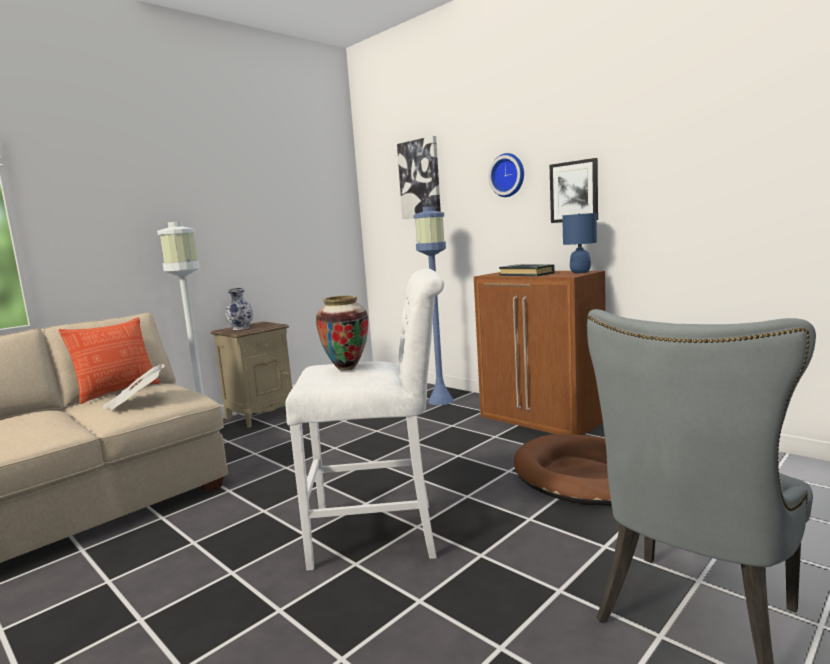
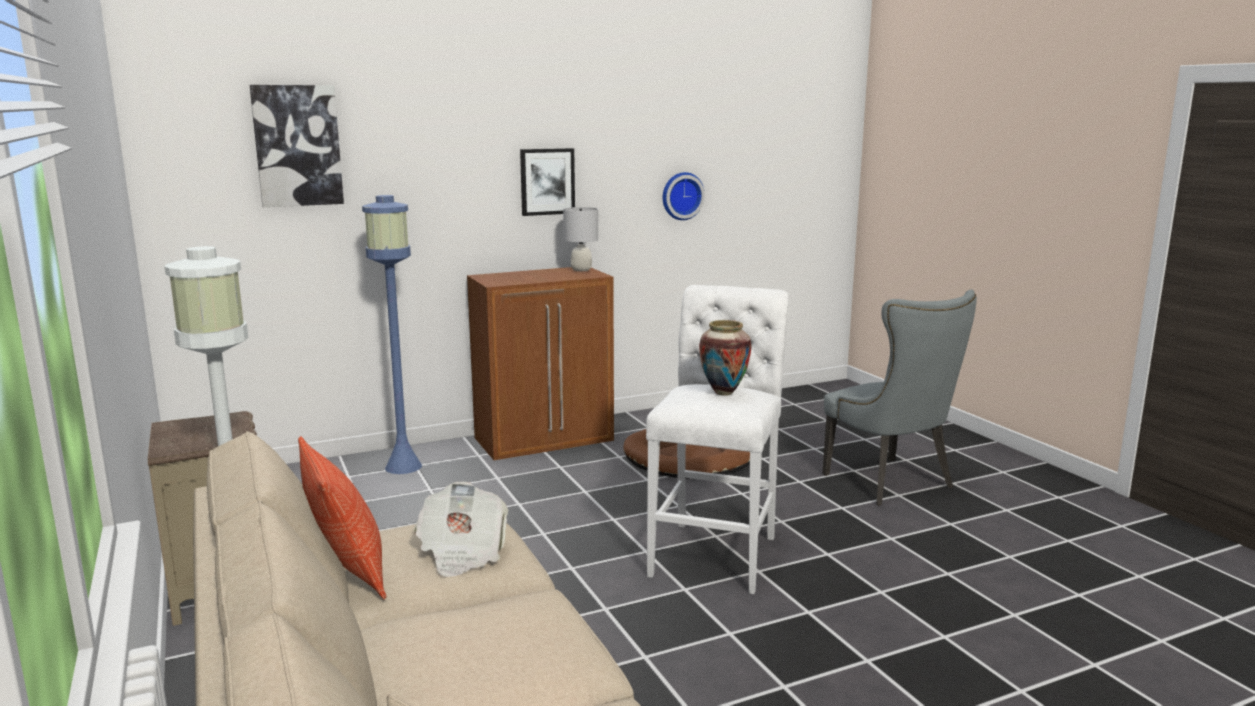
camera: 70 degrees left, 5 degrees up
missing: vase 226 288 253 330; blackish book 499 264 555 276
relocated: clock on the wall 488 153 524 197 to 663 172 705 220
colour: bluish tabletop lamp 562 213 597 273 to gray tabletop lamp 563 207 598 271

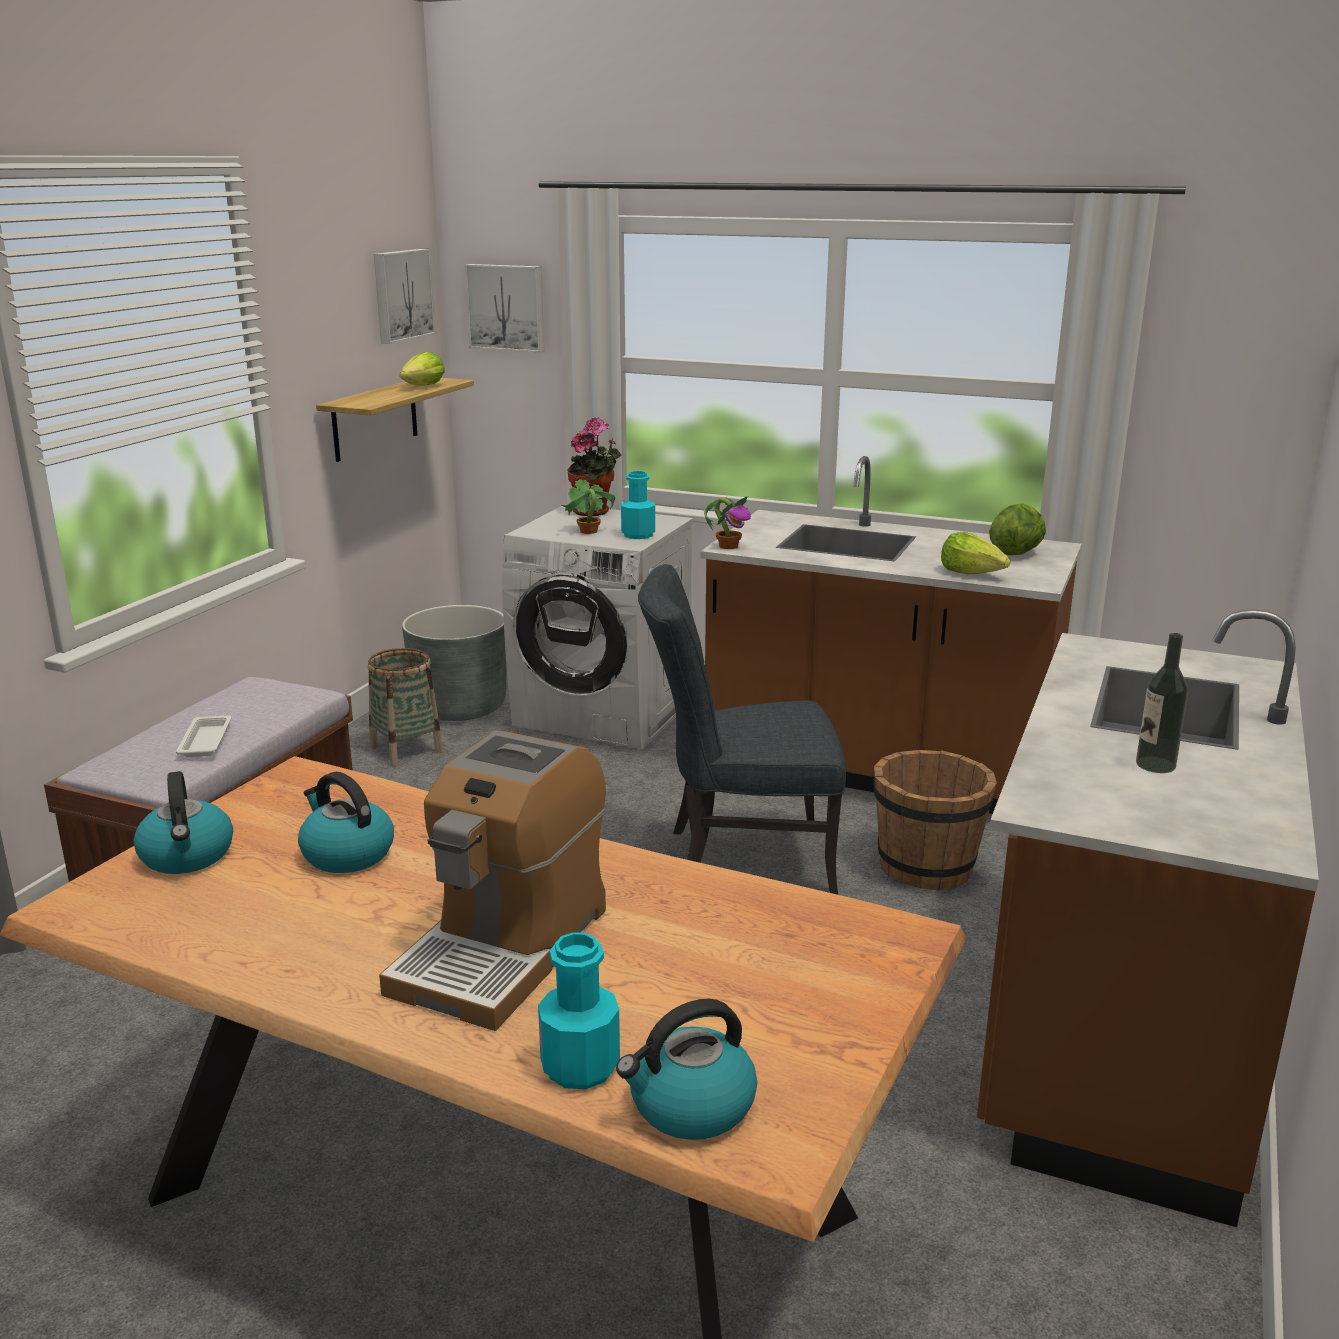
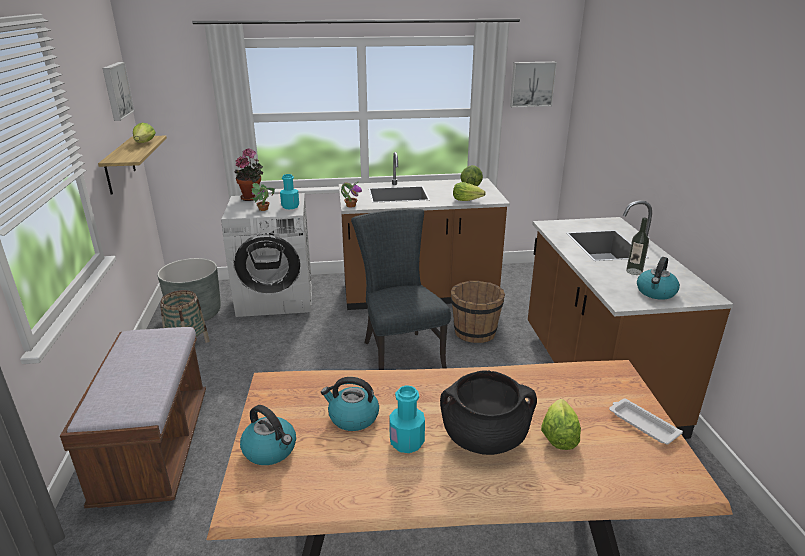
camera: 30 degrees left, 5 degrees up
appeared: head of lettuce 541 399 581 450
relocated: whitish serving tray 176 716 232 757 to 609 399 683 444; picture 464 264 545 353 to 510 62 557 107; blue-green drink bottle 538 932 620 1089 to 389 385 425 453; tea kettle 616 999 757 1140 to 637 257 680 300
exchanged: coffee brewer 379 731 606 1031 to blackish stockpot 440 370 537 455
spun: gray plain chair 638 564 846 895 = 351 209 451 370 105 degrees clockwise

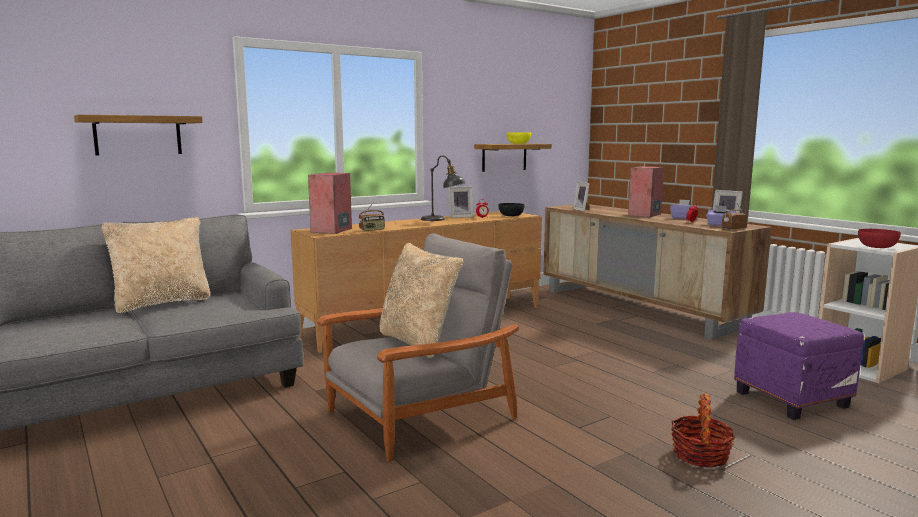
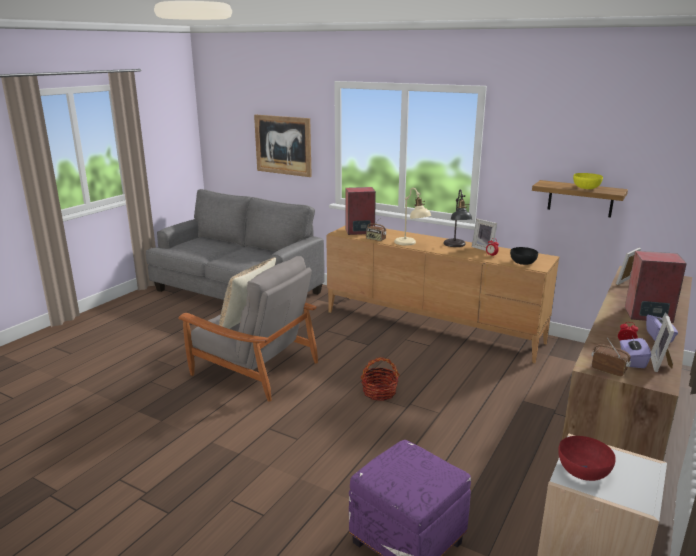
camera: 65 degrees right, 10 degrees up
missing: beige cushion 102 217 210 313
appeared: beige tabletop lamp 394 188 431 246
relocated: storage basket 671 393 735 468 to 360 357 400 401
exchanged: wall shelf 74 115 203 156 to picture 254 115 312 177

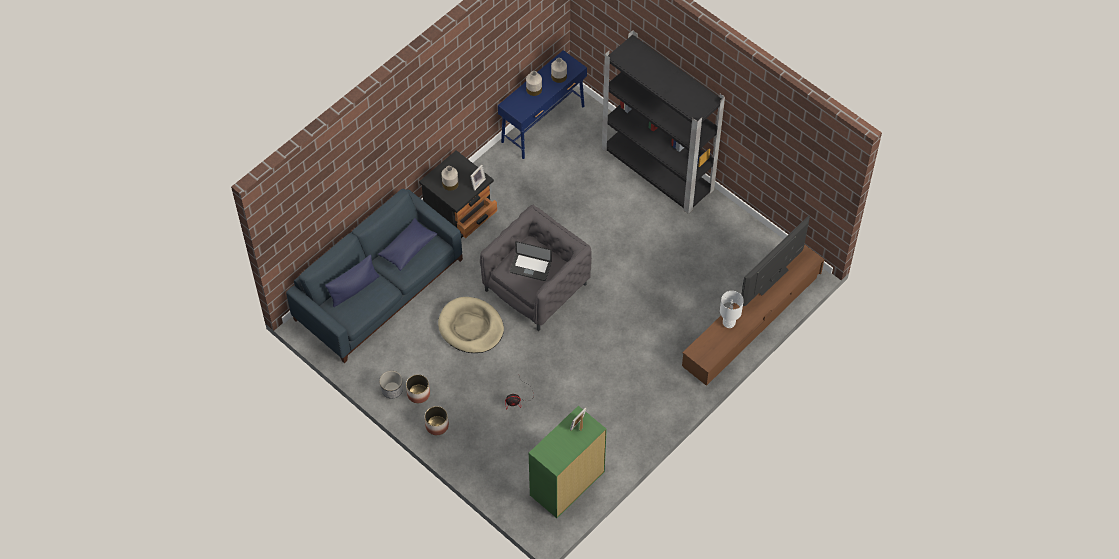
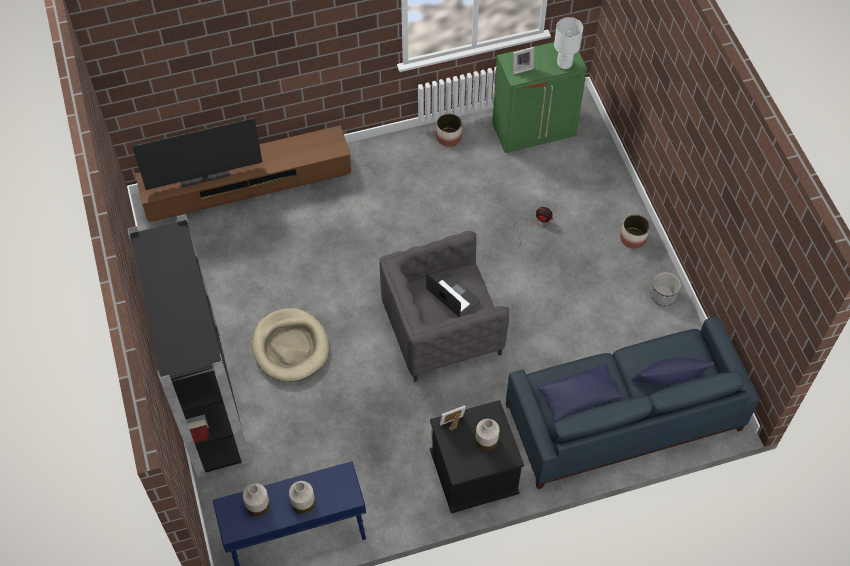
camera: 150 degrees left, 0 degrees up
relocated: planter 406 374 430 403 to 436 114 462 146; beige pet bed 438 297 504 353 to 252 308 329 382; whitish tabletop lamp 720 291 744 328 to 554 17 583 69

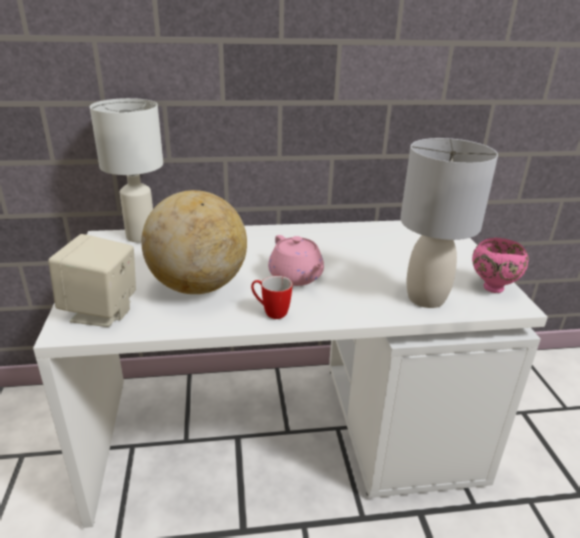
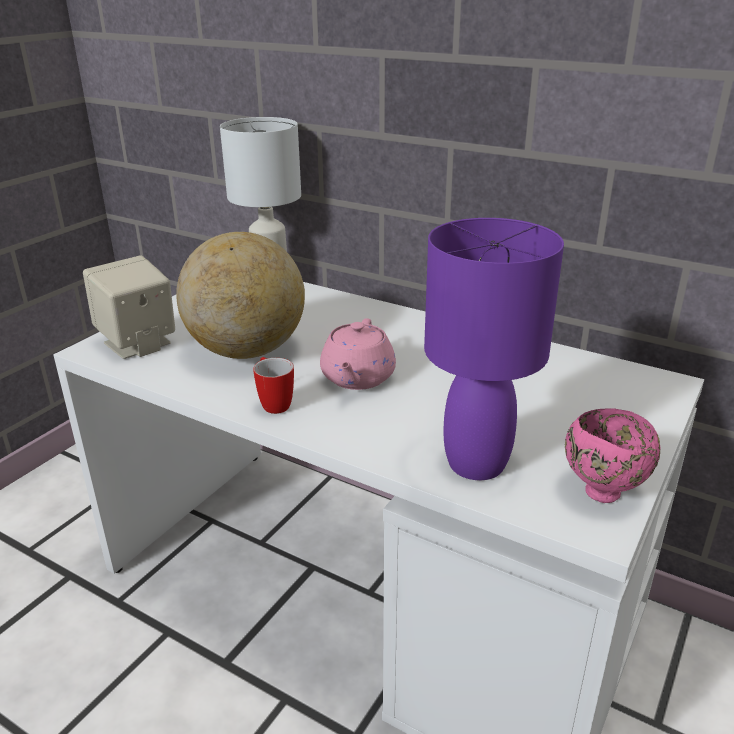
camera: 40 degrees right, 0 degrees up
colour: gray tabletop lamp 400 138 498 308 to purple tabletop lamp 424 218 564 480

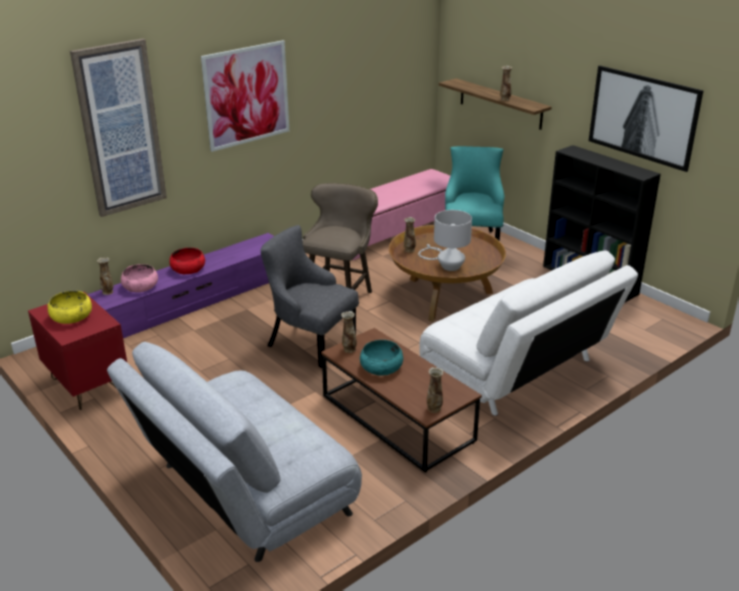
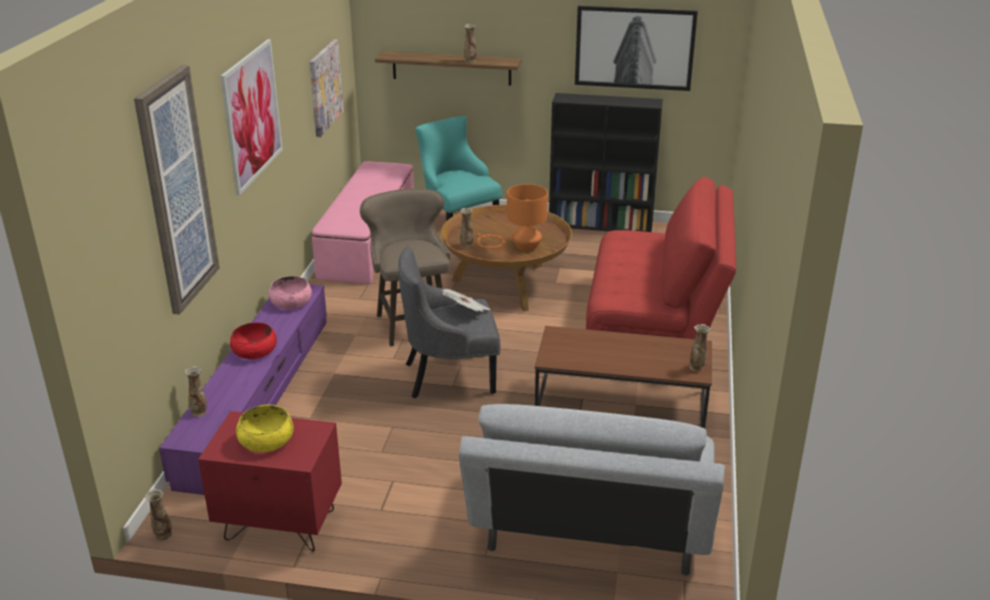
camera: 40 degrees left, 0 degrees up
missing: blue-green deep dish 360 340 403 376
appeared: picture 310 39 344 137; newspaper 442 289 491 312
relocated: pink deep dish 121 264 158 292 to 268 276 312 310; vase 341 311 357 353 to 145 489 172 541
colour: whitish tabletop lamp 418 210 472 271 to orangey tabletop lamp 477 184 548 251; whitish settee 419 250 638 416 to red settee 586 177 736 339

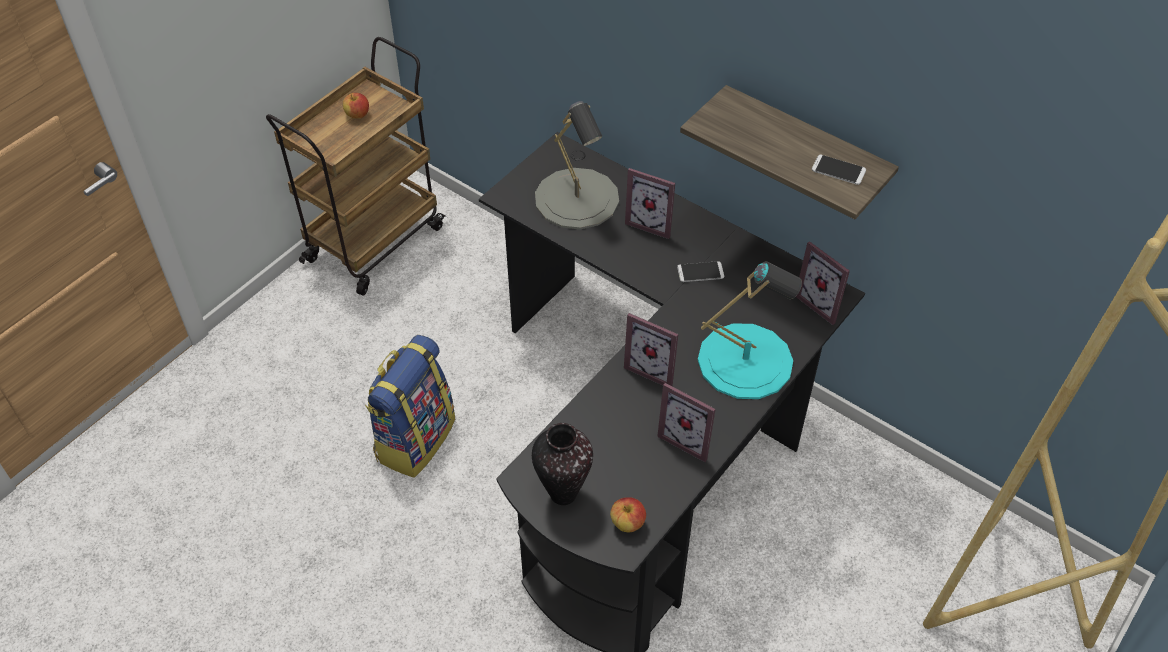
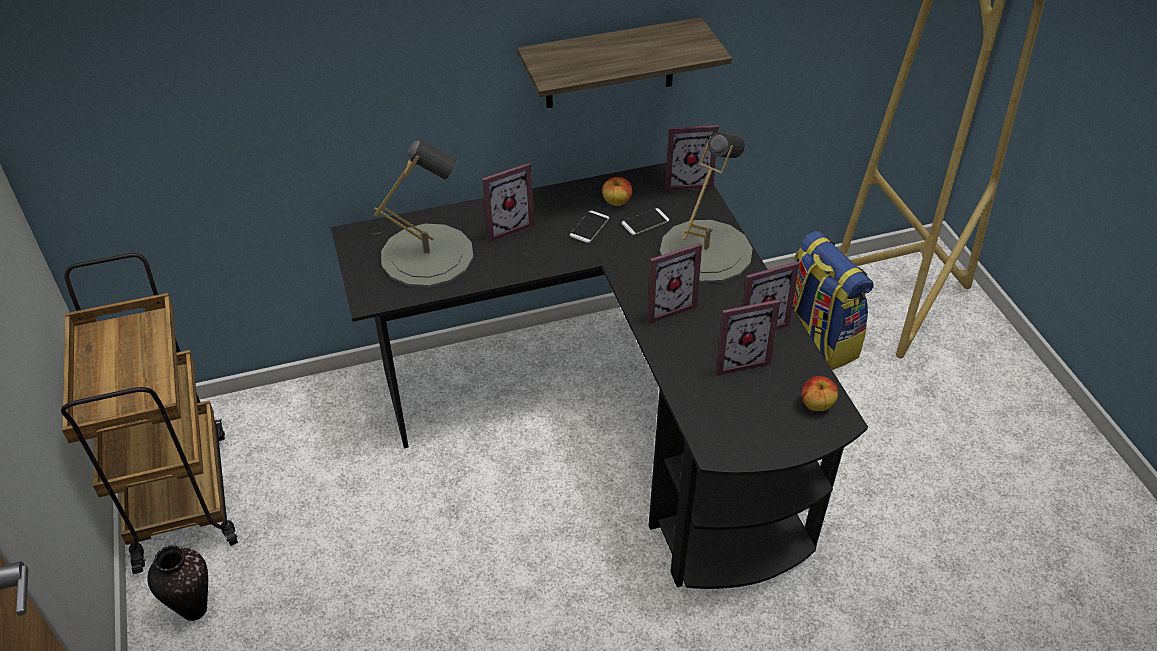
camera: 55 degrees left, 5 degrees down
appeared: standing frame 716 299 781 376
relocated: apple fruit 343 93 369 119 to 602 177 632 206; knapsack 365 335 455 478 to 792 231 874 370; vase 532 423 593 505 to 147 545 208 621; telephone 812 155 866 185 to 622 208 669 235
colour: blue-green tabletop lamp 698 261 802 399 to gray tabletop lamp 660 133 752 283

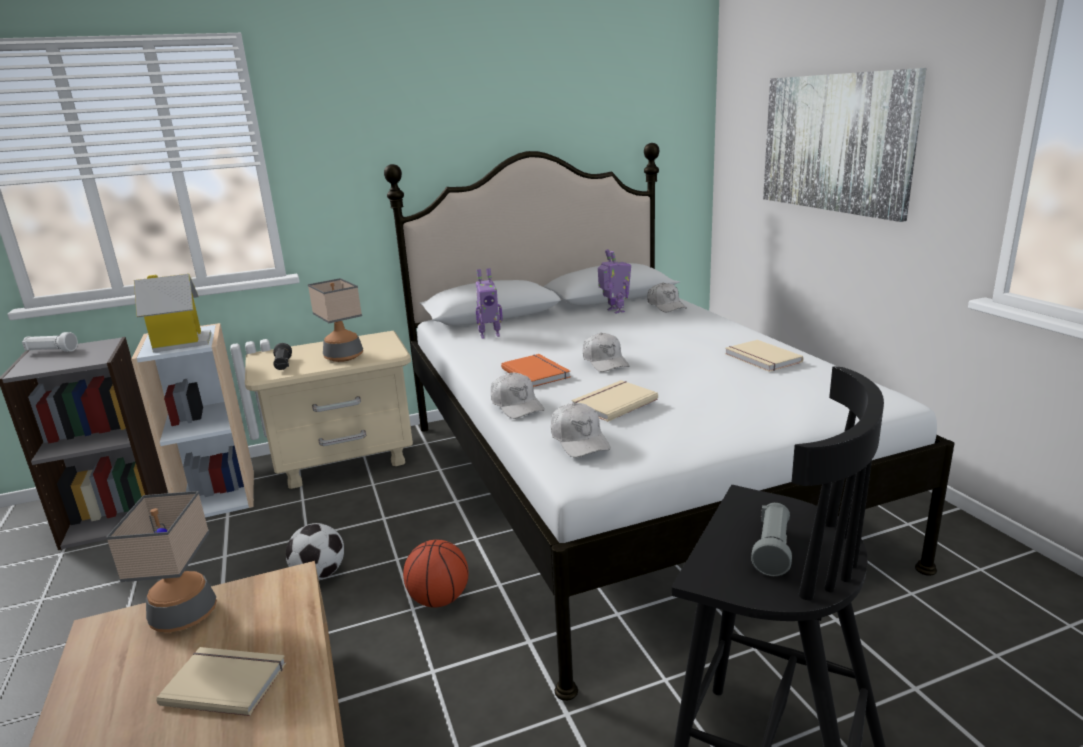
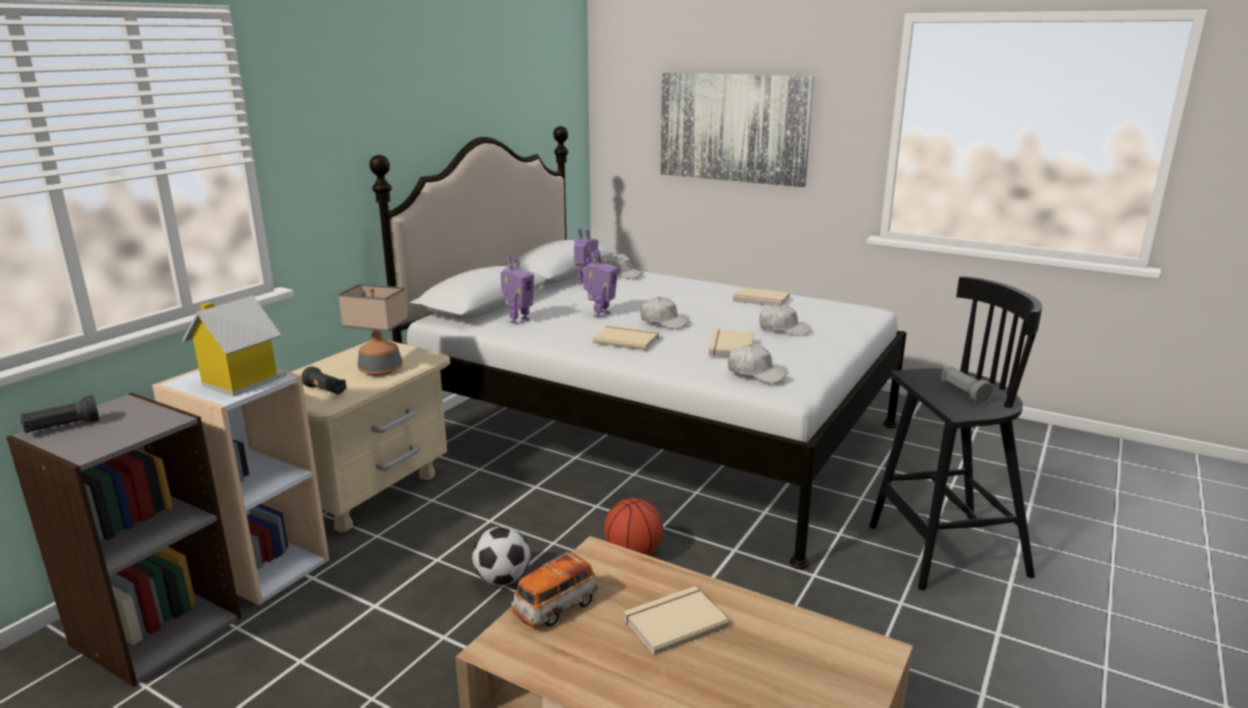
camera: 40 degrees left, 0 degrees up
appeared: toy robot 583 250 618 318
relocated: whitish cap 491 373 545 419 to 759 304 811 336
exchanged: tabletop lamp 106 491 217 632 to toy car 512 552 598 627
colour: whitish hand torch 22 332 78 352 to blackish hand torch 20 395 100 433; orangey book 501 354 571 387 to beige book 592 325 660 350

